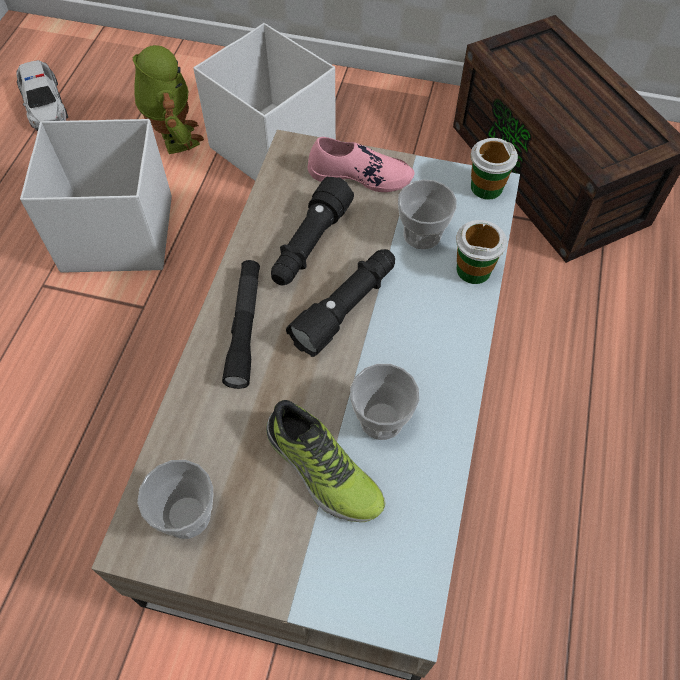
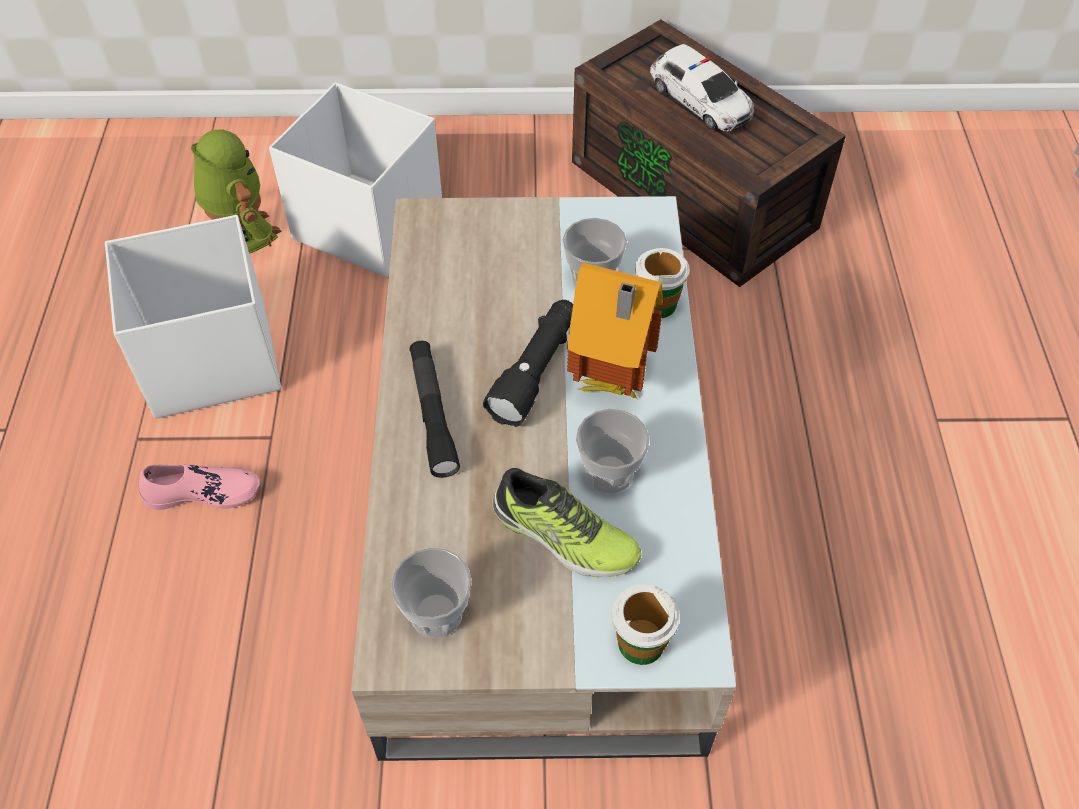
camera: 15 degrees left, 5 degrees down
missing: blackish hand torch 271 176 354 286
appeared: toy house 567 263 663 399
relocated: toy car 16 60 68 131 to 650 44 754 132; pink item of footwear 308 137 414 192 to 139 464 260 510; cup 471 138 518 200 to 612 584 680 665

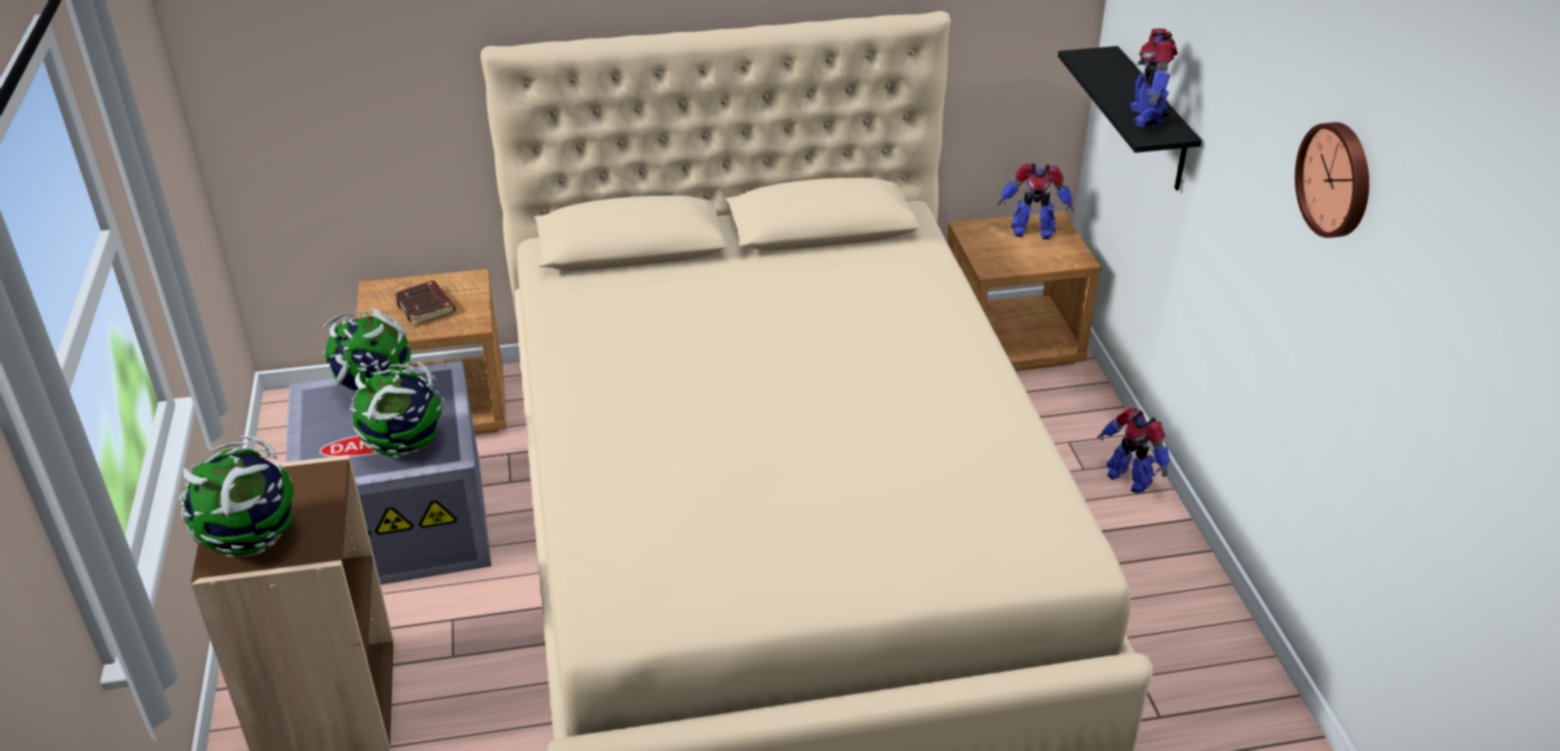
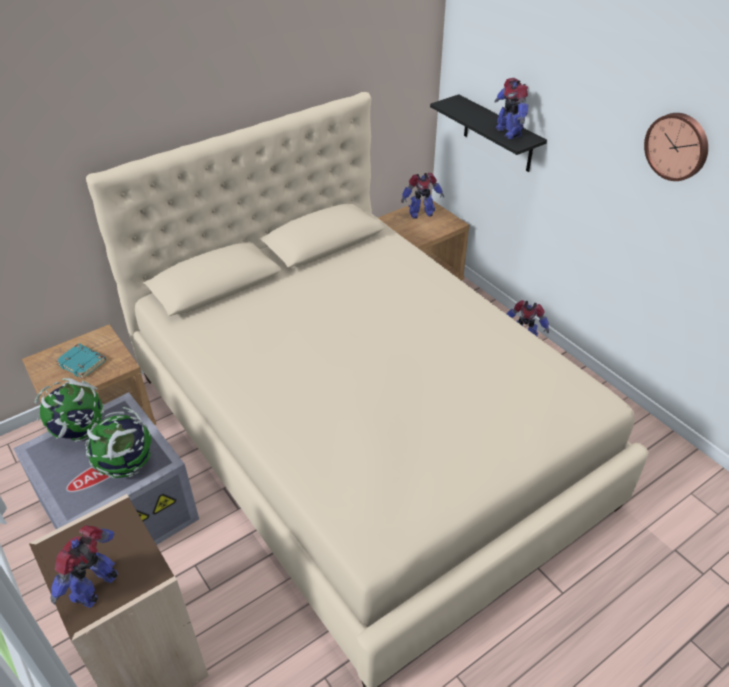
camera: 25 degrees left, 5 degrees up
exchanged: globe 179 435 294 557 to toy robot 50 525 119 608
colour: brown book 393 281 456 326 to blue-green book 55 343 106 379

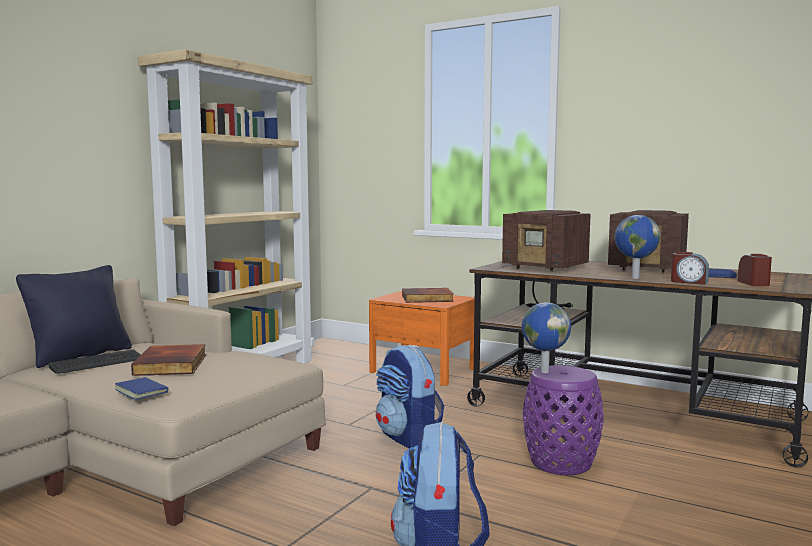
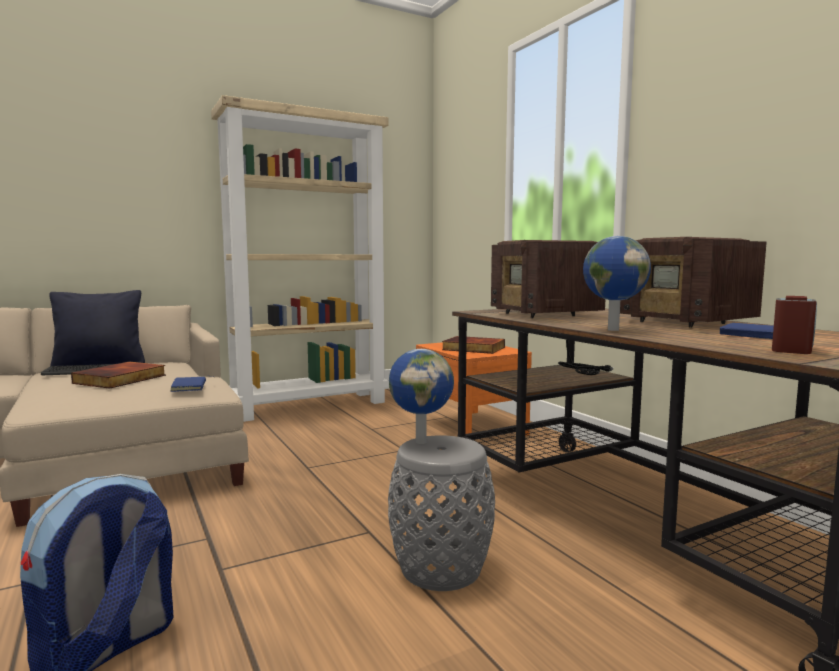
camera: 30 degrees right, 0 degrees up
missing: knapsack 376 345 444 448; table clock 671 252 709 285
relocated: bluish book 115 375 168 400 to 170 376 213 392
colour: purple sitting stool 523 365 604 475 to gray sitting stool 388 435 495 591

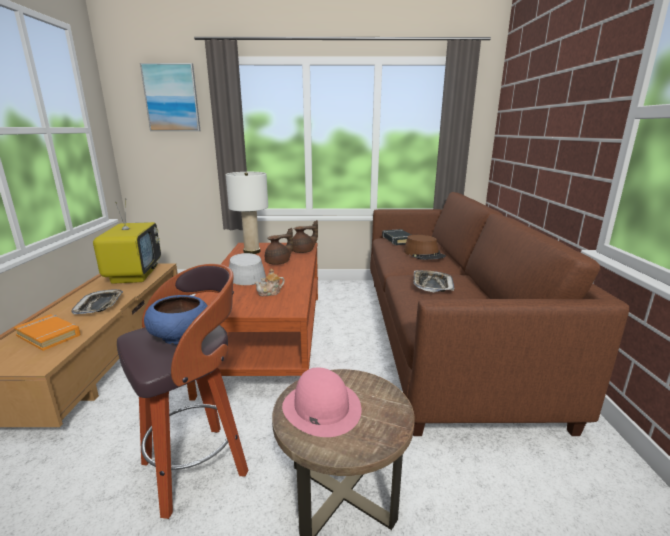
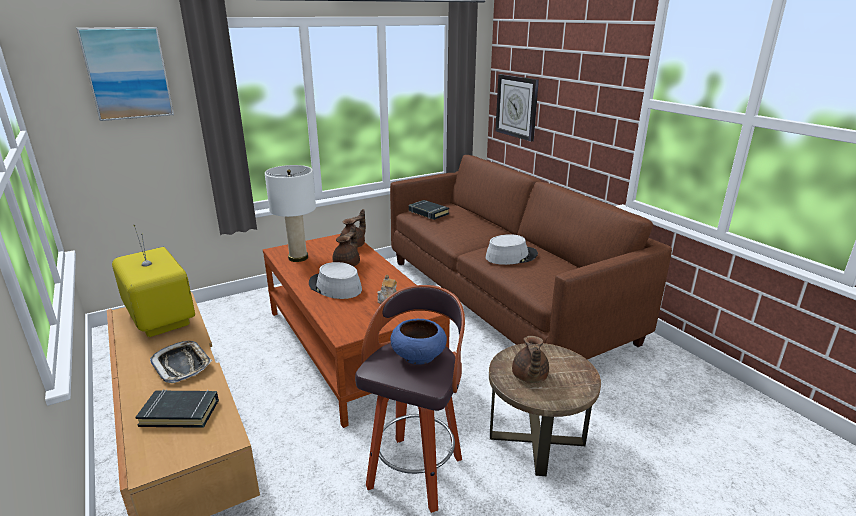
camera: 30 degrees left, 5 degrees up
missing: brown hat 404 235 446 260
appeared: clock on the wall 495 74 539 141
exchanged: pink hat 282 367 361 437 to brown teapot 512 336 549 383; serving tray 413 270 455 293 to gray hat 486 234 538 265
colour: orangey book 14 314 80 351 to blackish book 135 389 219 428

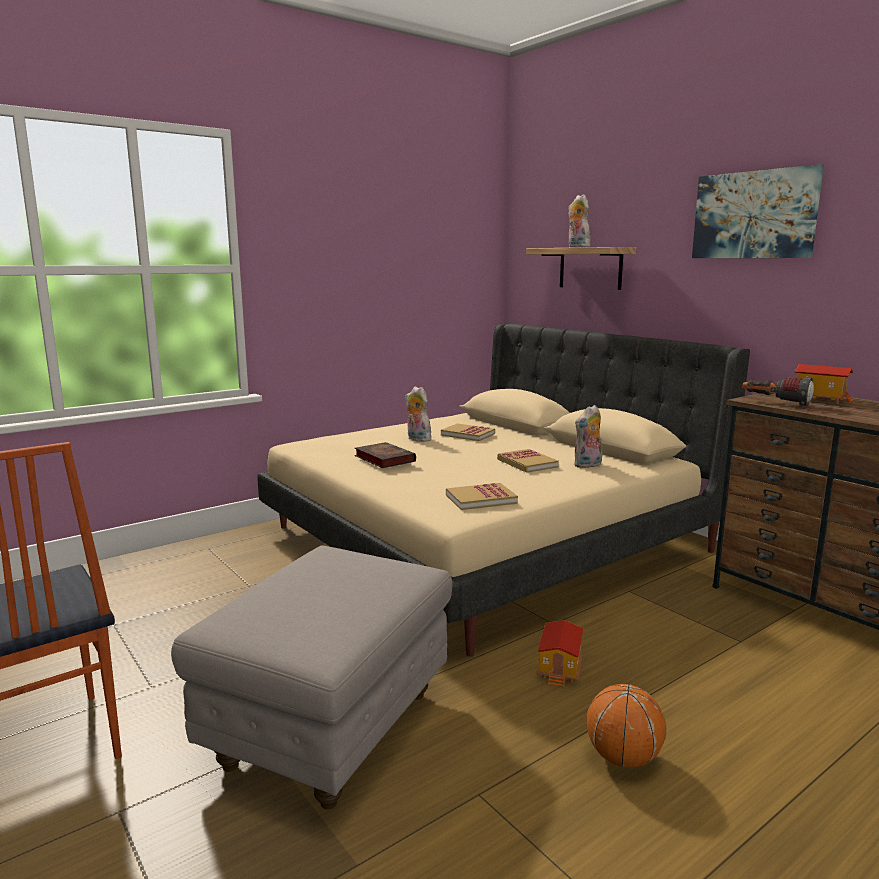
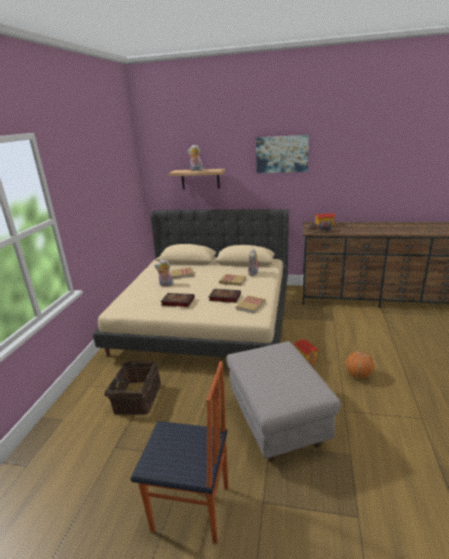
camera: 40 degrees left, 10 degrees up
appeared: storage basket 102 361 161 415; book 209 289 241 303

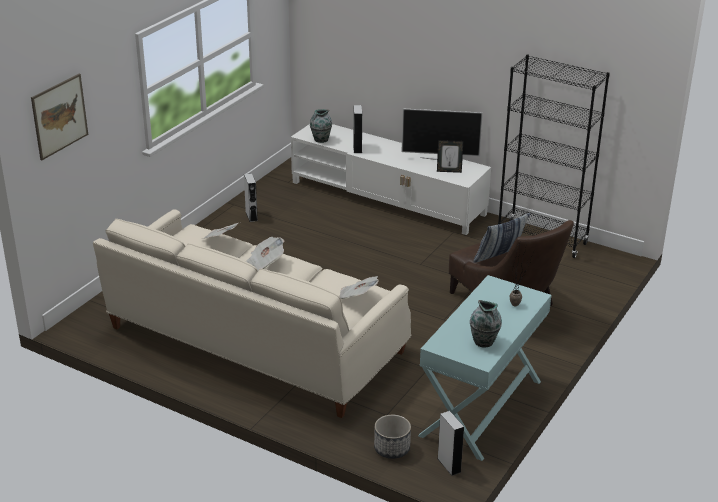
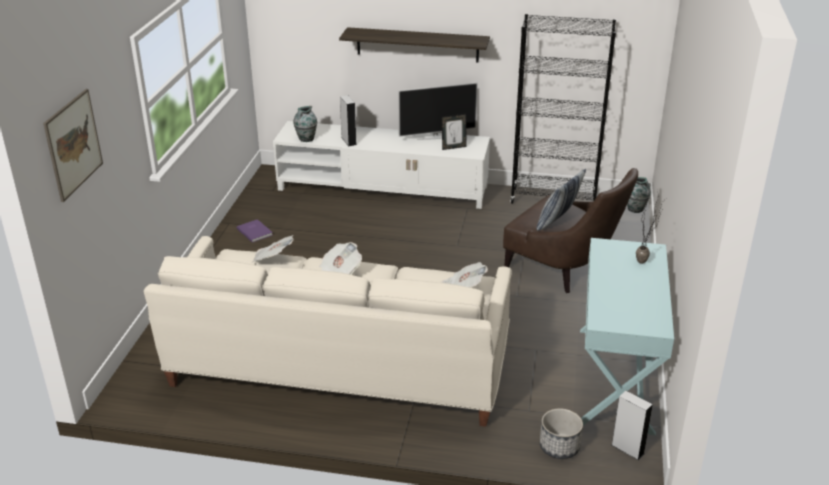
camera: 20 degrees left, 0 degrees up
appeared: wall shelf 339 27 490 63
relocated: vase 470 300 502 347 to 627 177 651 213
exchanged: gray audio speaker 244 173 258 222 to purple book 237 219 273 243

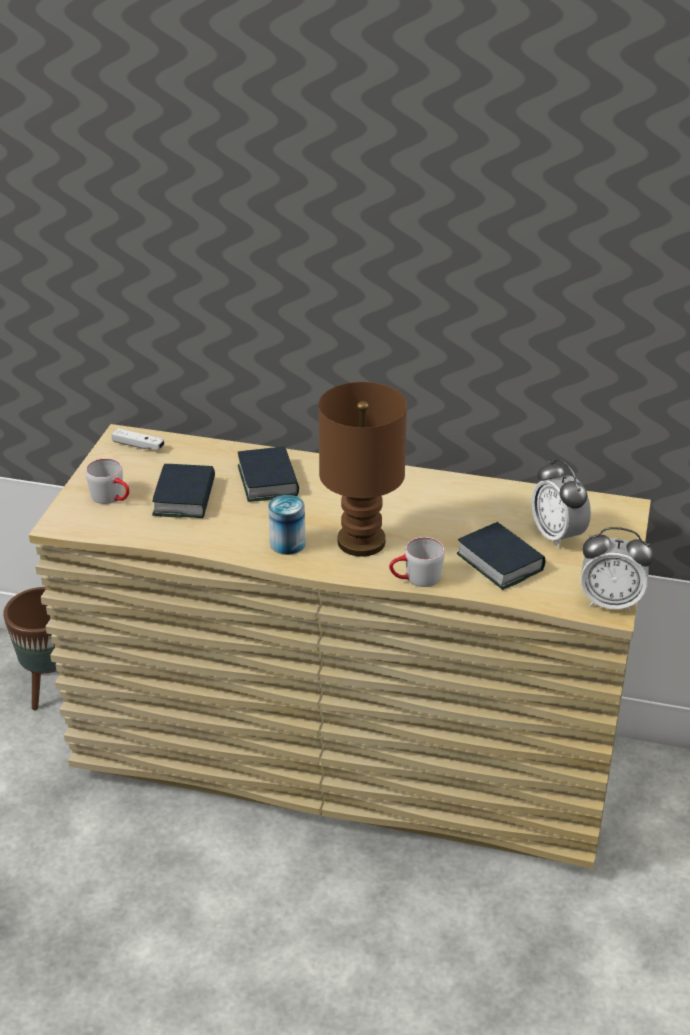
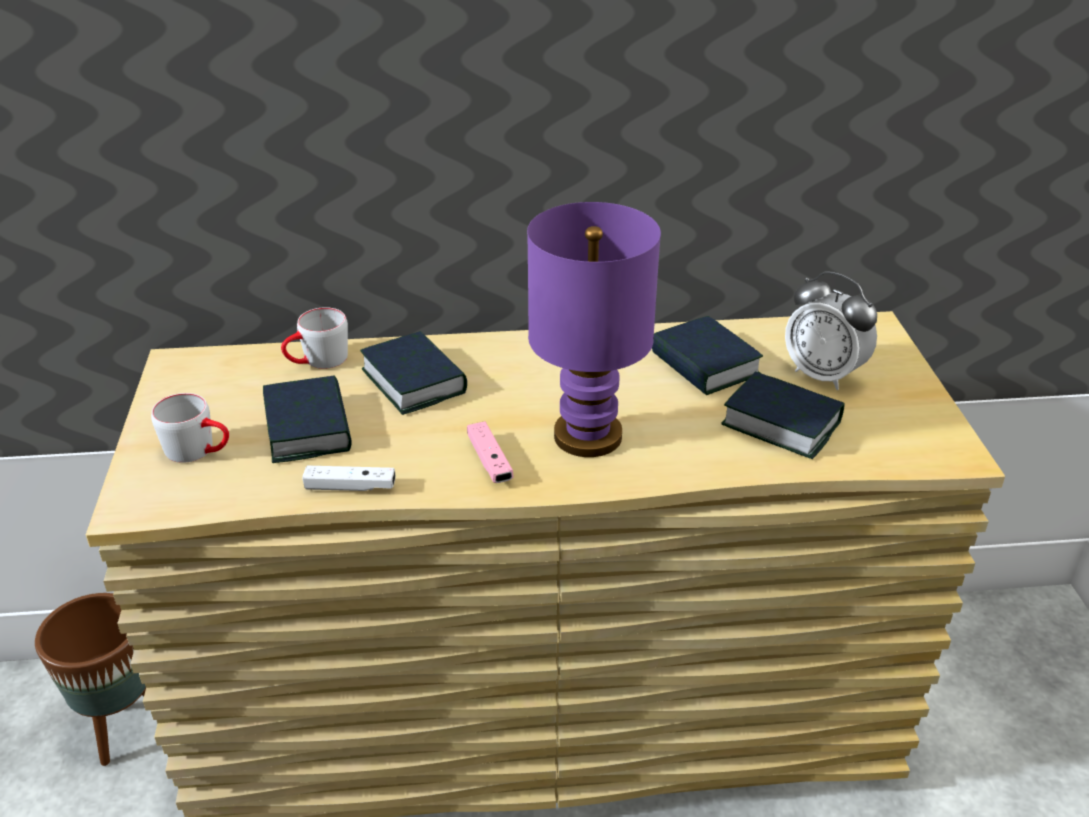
camera: 20 degrees left, 0 degrees up
missing: table clock 581 527 654 612
appeared: book 652 316 763 395
relocated: whitish game controller 112 428 164 450 to 302 465 395 491; gray tea mug 389 537 445 587 to 281 307 348 369
exchanged: can 268 495 306 555 to pink game controller 467 421 514 483
colour: brown tabletop lamp 318 382 407 557 to purple tabletop lamp 527 202 661 457

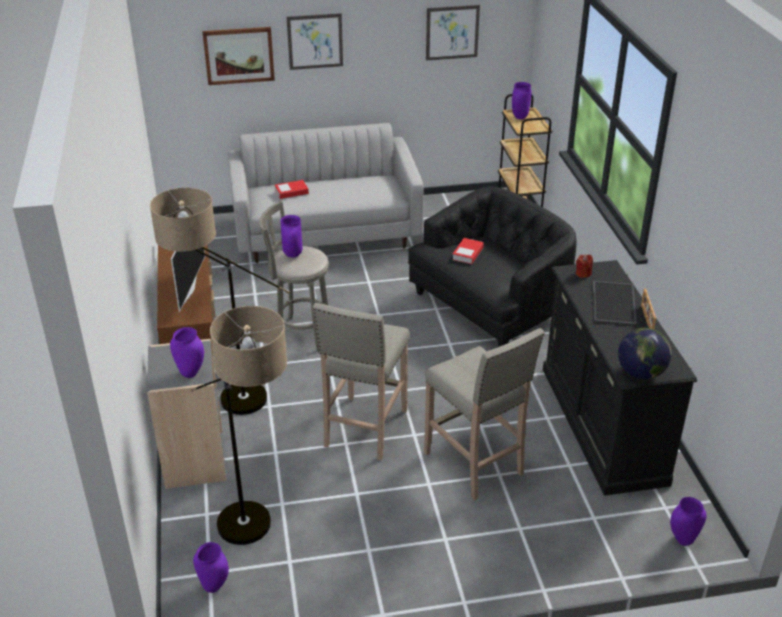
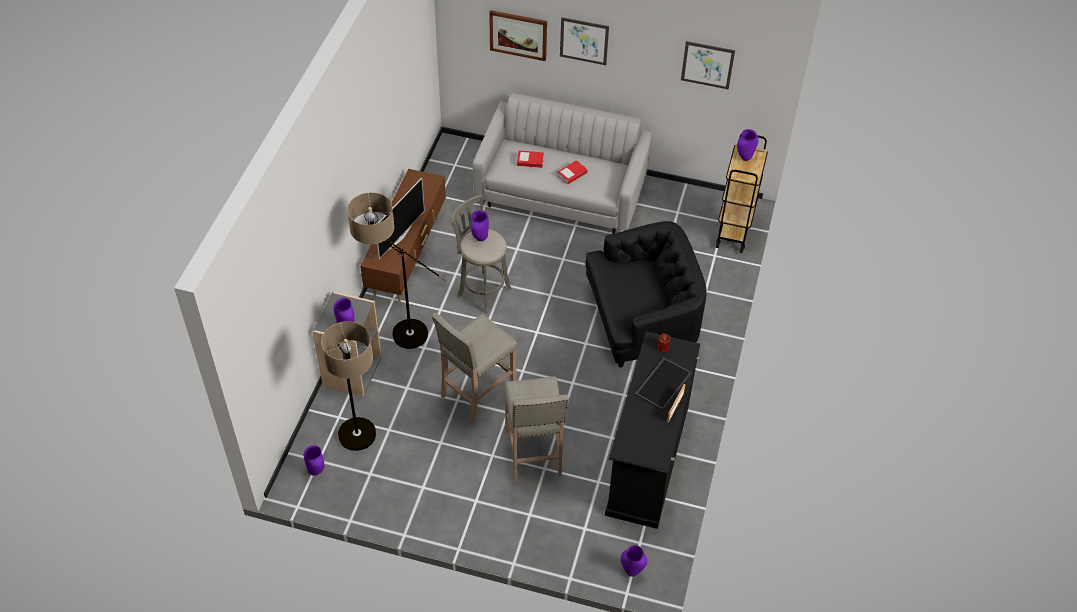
camera: 25 degrees right, 15 degrees up
missing: globe 618 328 671 379
relocated: book 452 238 484 264 to 557 160 587 185

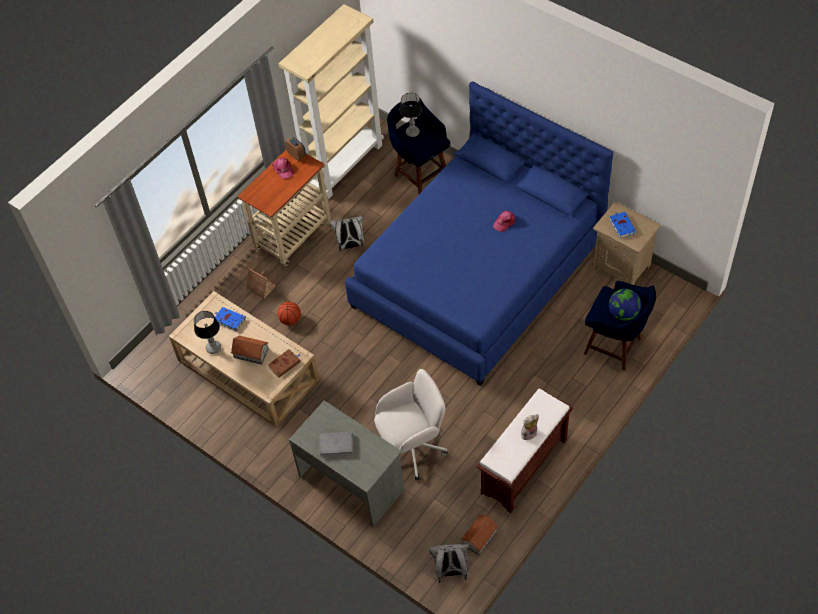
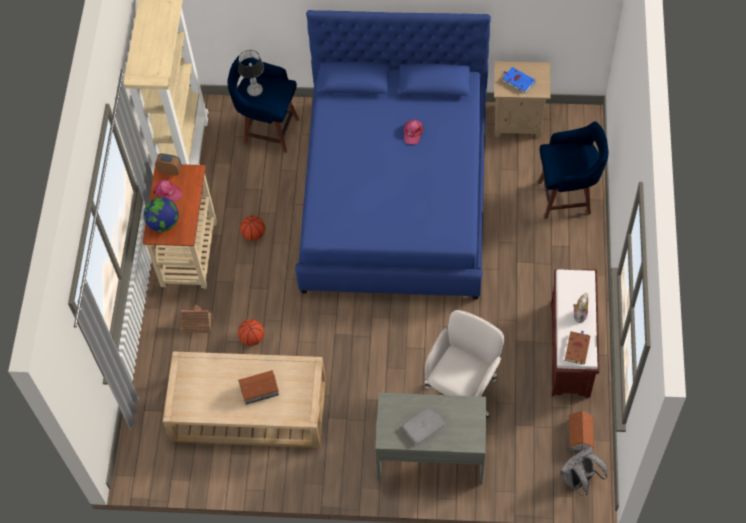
camera: 35 degrees left, 5 degrees up
missing: tabletop lamp 194 311 221 354; bluish book 213 307 246 331
relocated: brown book 268 349 301 378 to 565 330 590 365; globe 609 289 641 321 to 144 197 179 232
exchanged: whitish knapsack 329 216 364 251 to basketball ball 240 216 265 241

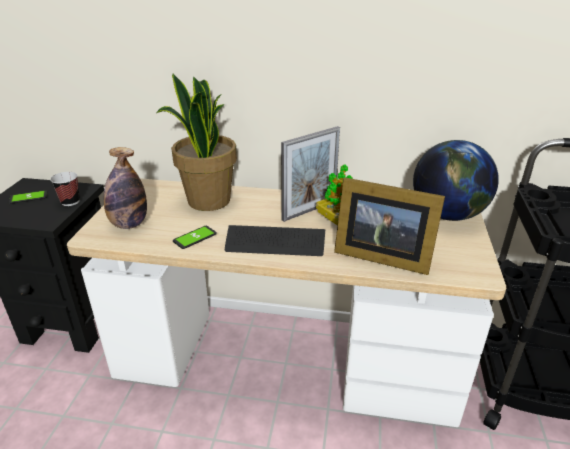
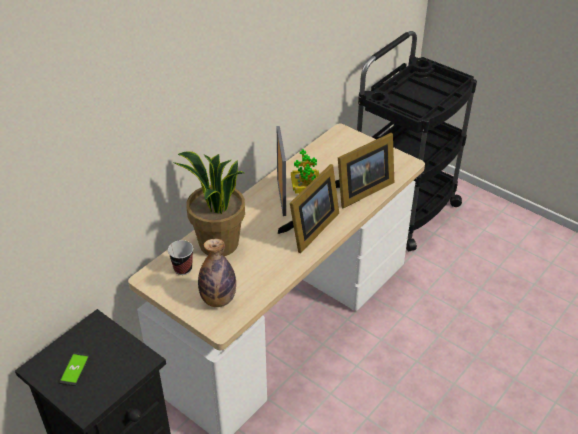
camera: 60 degrees left, 10 degrees up
missing: telephone 173 226 217 249; globe 413 140 499 221
relocated: cup 50 172 80 206 to 168 240 193 275
exchanged: keyboard 225 225 325 256 to standing frame 278 164 339 253

